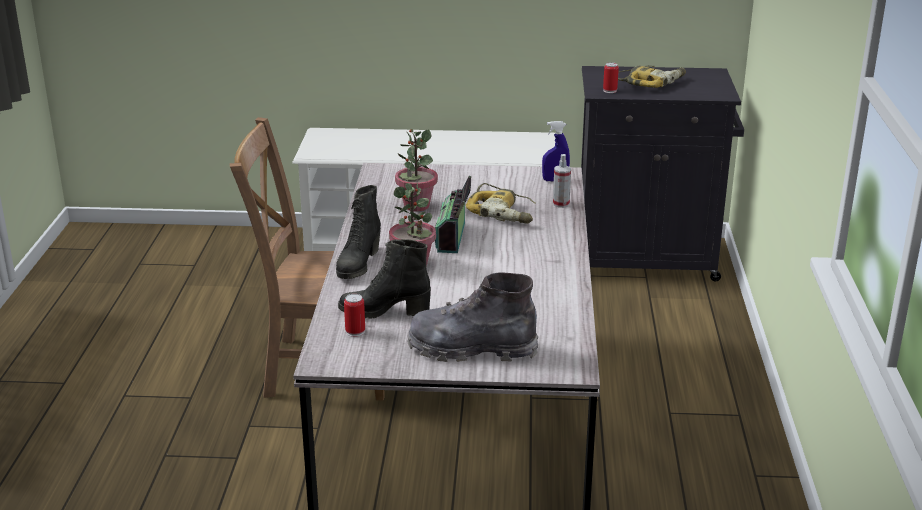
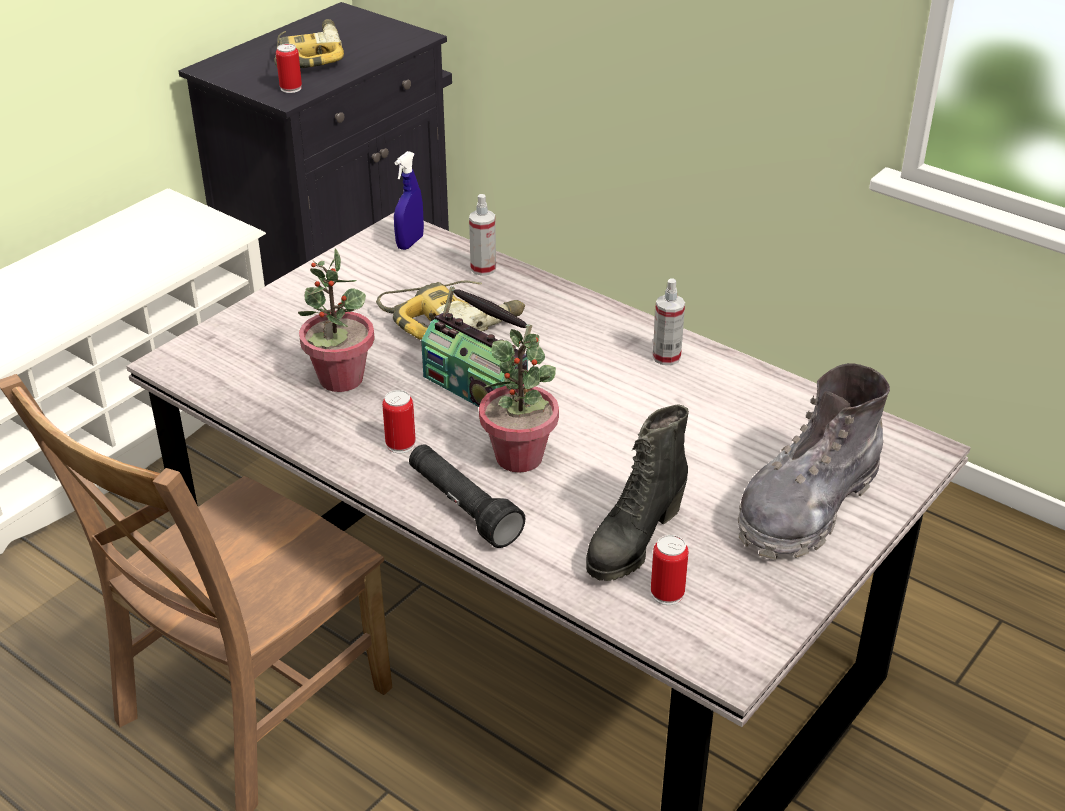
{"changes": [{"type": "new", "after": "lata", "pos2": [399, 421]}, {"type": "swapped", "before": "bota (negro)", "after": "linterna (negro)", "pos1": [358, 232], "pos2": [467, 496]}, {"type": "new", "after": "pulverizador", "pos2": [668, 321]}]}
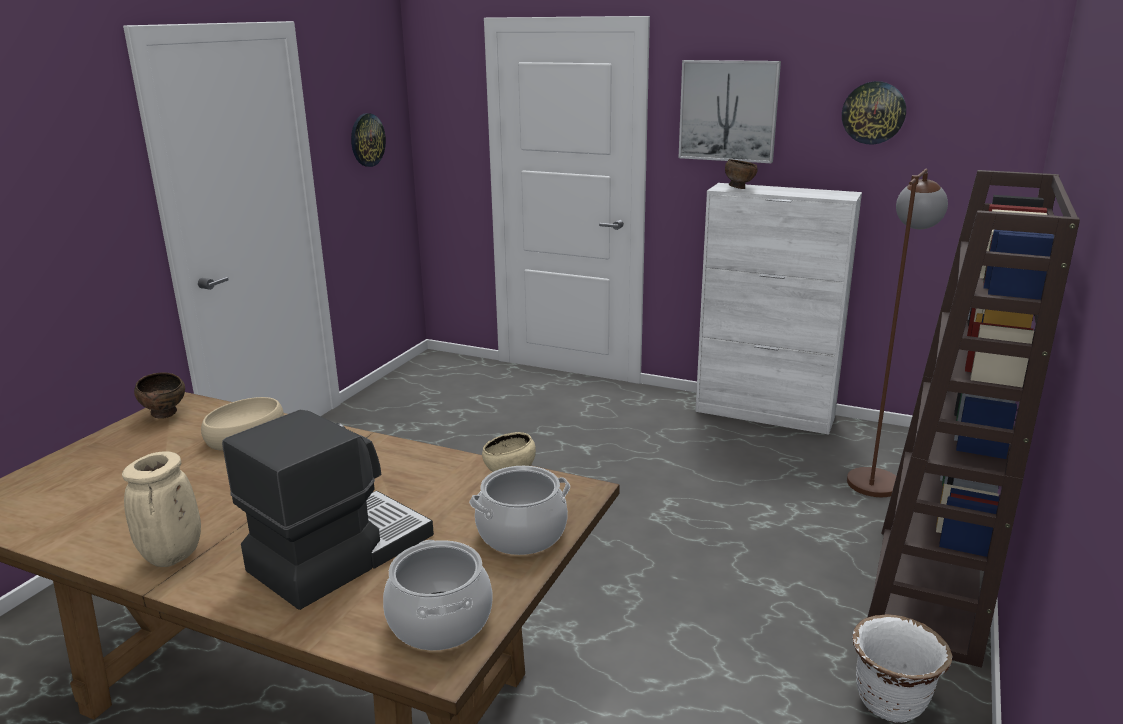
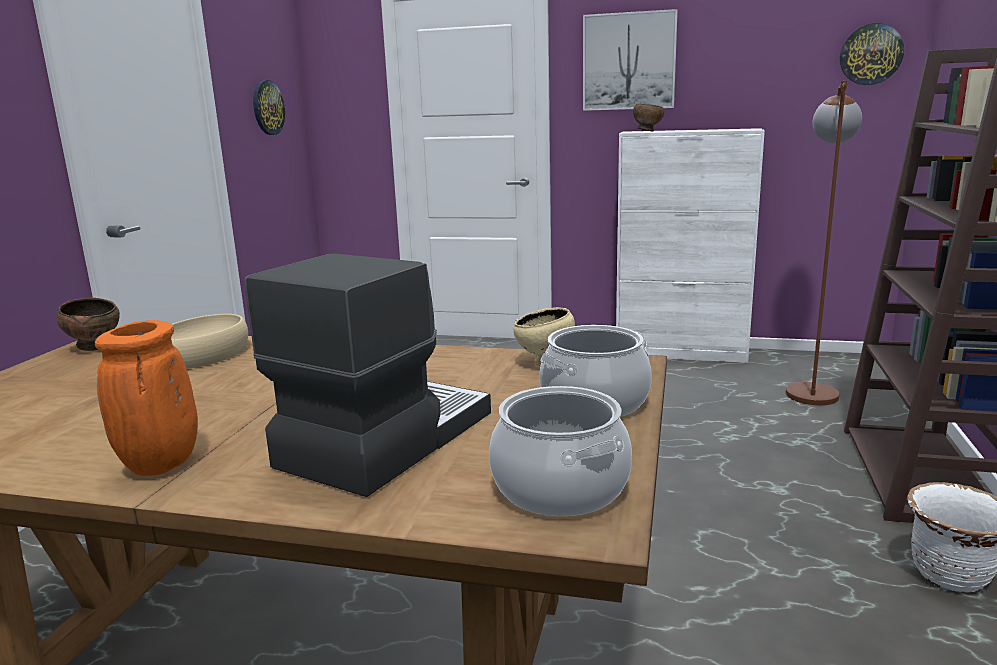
{"changes": [{"type": "repainted", "before": "florero (beis)", "after": "florero (naranja)", "pos1": [161, 509], "pos2": [146, 398]}, {"type": "shifted", "before": "reloj de pared", "pos1": [874, 113], "pos2": [872, 54]}]}
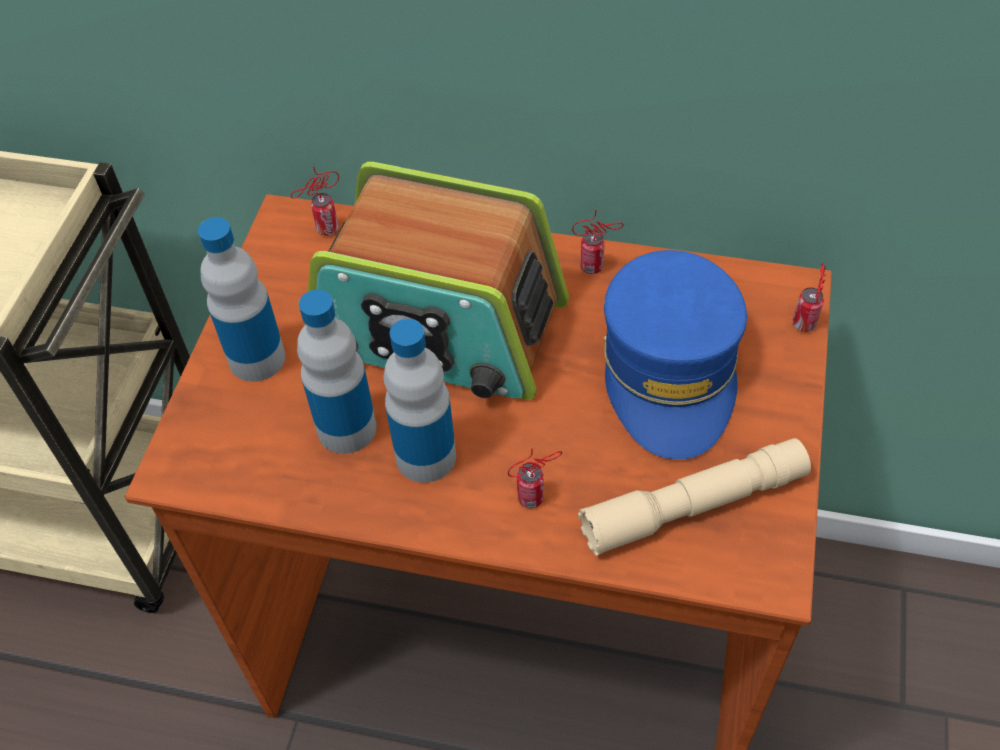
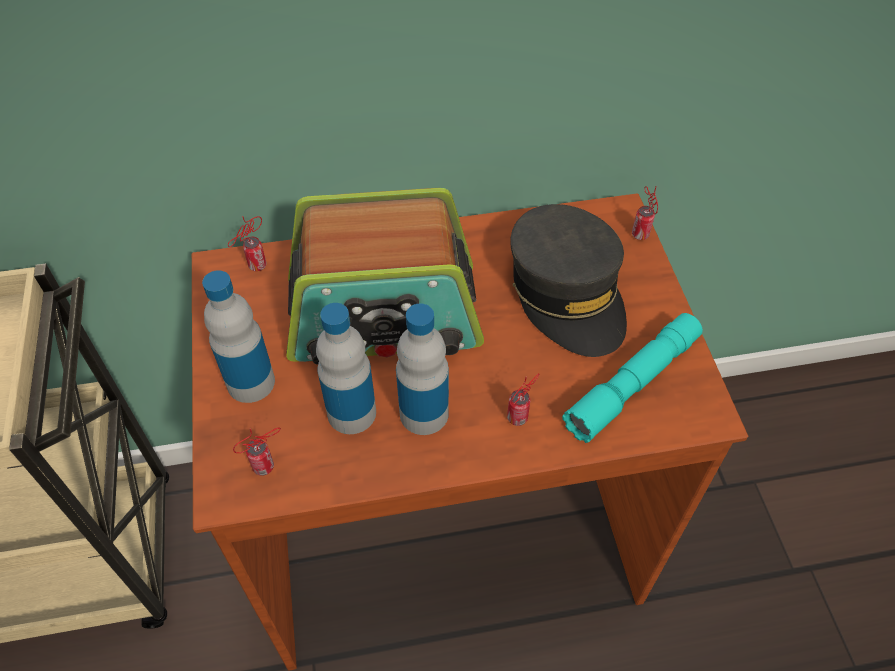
{"changes": [{"type": "shifted", "before": "lata", "pos1": [597, 241], "pos2": [257, 451]}, {"type": "repainted", "before": "gorra (azul)", "after": "gorra (gris)", "pos1": [675, 354], "pos2": [568, 280]}, {"type": "repainted", "before": "linterna (beis)", "after": "linterna (turquesa)", "pos1": [694, 497], "pos2": [632, 378]}]}
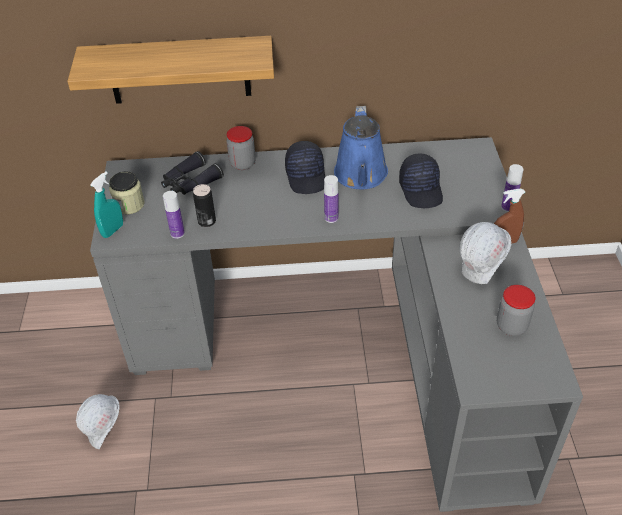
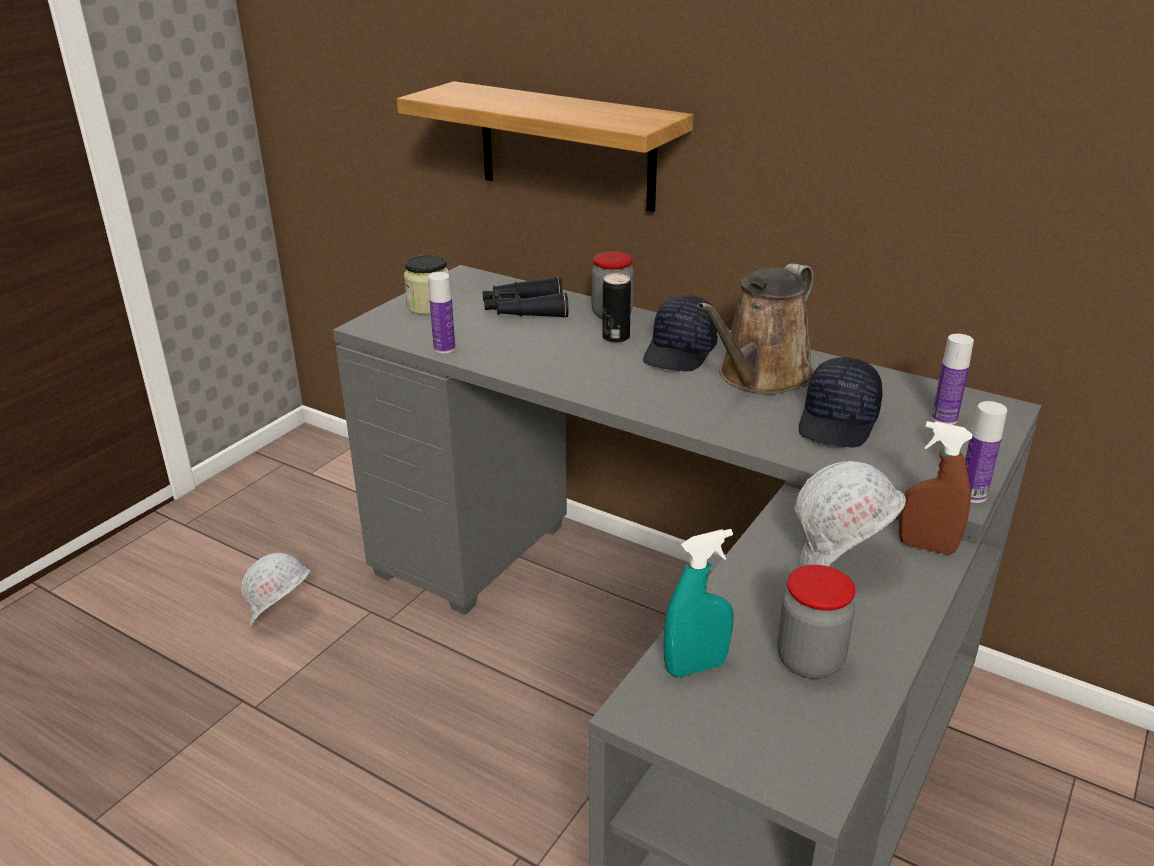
{"changes": [{"type": "shifted", "before": "lata", "pos1": [204, 205], "pos2": [616, 308]}, {"type": "shifted", "before": "pulverizador (turquesa)", "pos1": [106, 204], "pos2": [699, 603]}, {"type": "repainted", "before": "regadera (azul)", "after": "regadera (marrón)", "pos1": [361, 147], "pos2": [755, 329]}, {"type": "shifted", "before": "botella", "pos1": [331, 199], "pos2": [953, 379]}]}
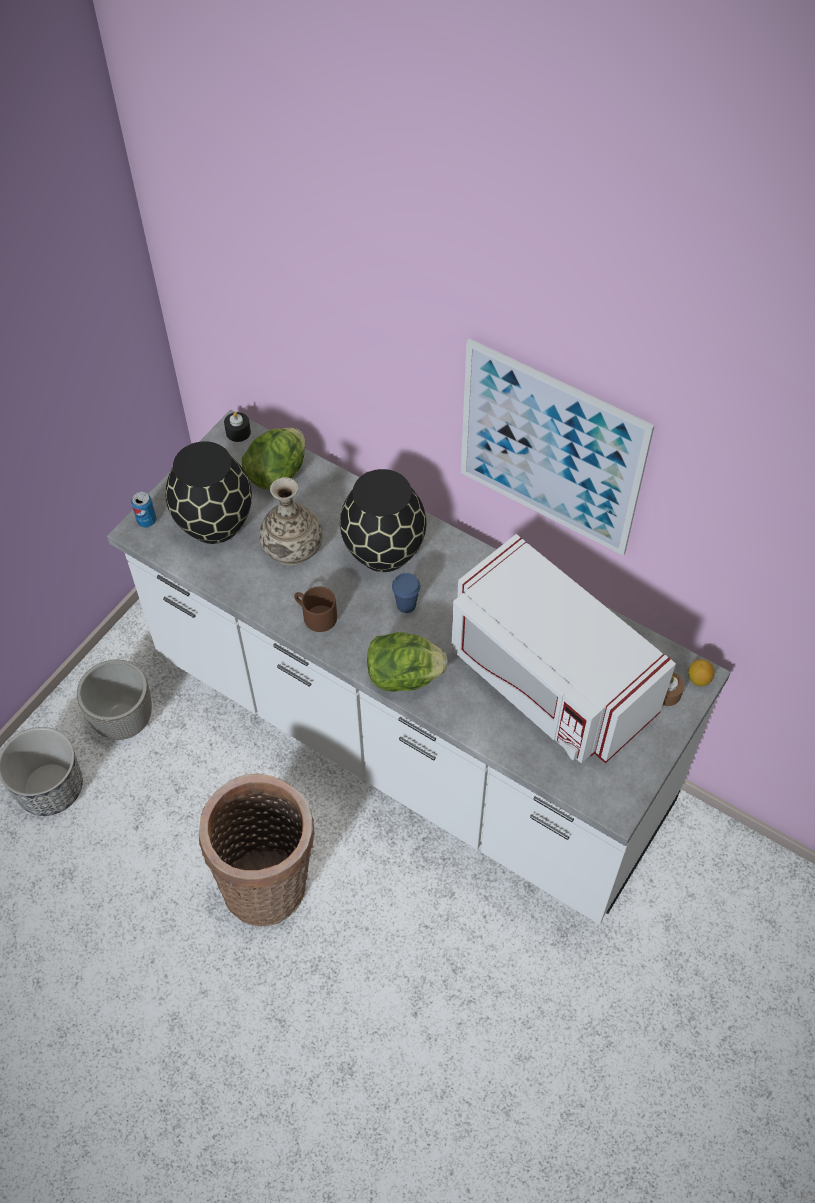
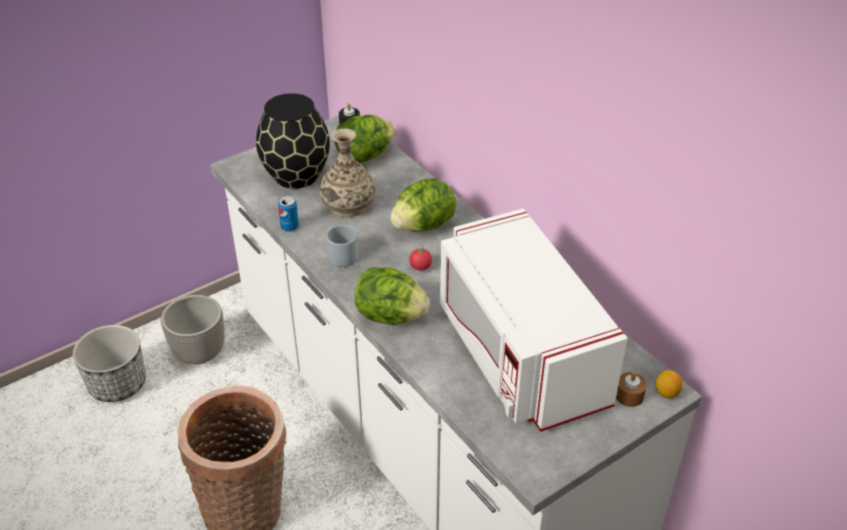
{"changes": [{"type": "shifted", "before": "lata", "pos1": [143, 509], "pos2": [288, 214]}, {"type": "repainted", "before": "taza grande (marrón)", "after": "taza grande (gris)", "pos1": [315, 609], "pos2": [342, 246]}, {"type": "swapped", "before": "florero (negro)", "after": "lechuga", "pos1": [383, 520], "pos2": [423, 205]}, {"type": "swapped", "before": "taza (azul)", "after": "tomate", "pos1": [406, 593], "pos2": [421, 257]}, {"type": "gone", "before": "cuadro", "pos1": [558, 447]}]}
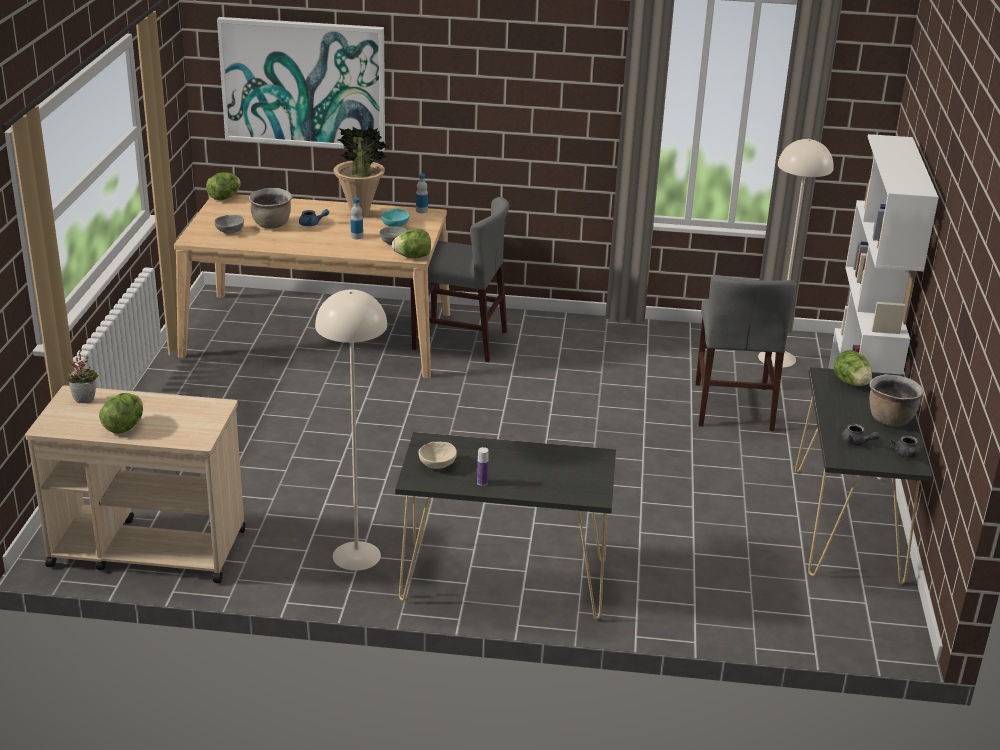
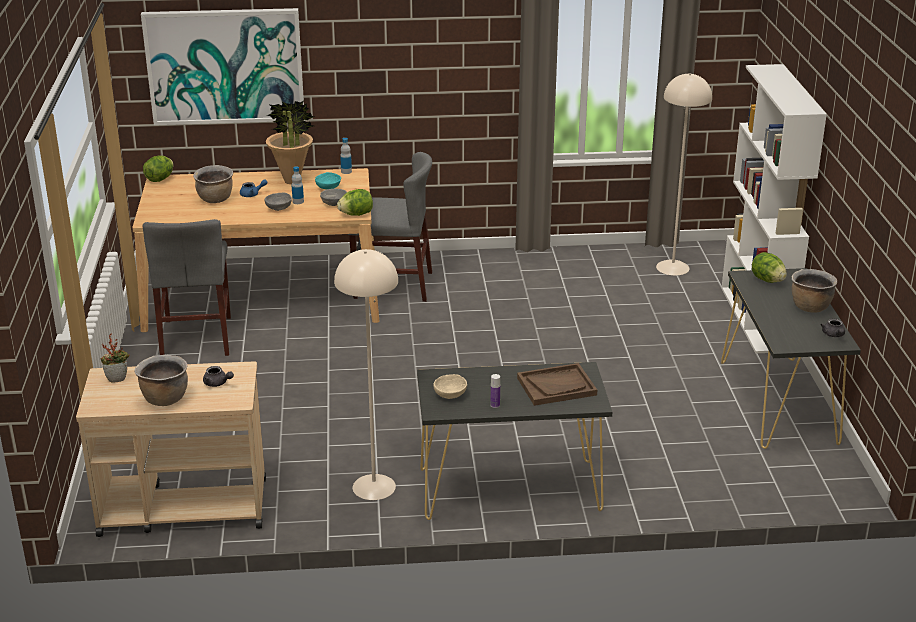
{"changes": [{"type": "swapped", "before": "lechuga", "after": "olla (marrón)", "pos1": [121, 413], "pos2": [161, 380]}, {"type": "shifted", "before": "silla (gris)", "pos1": [746, 353], "pos2": [187, 287]}, {"type": "shifted", "before": "tetera (gris)", "pos1": [860, 435], "pos2": [218, 376]}, {"type": "shifted", "before": "cuenco (gris)", "pos1": [229, 224], "pos2": [278, 202]}, {"type": "new", "after": "bandeja (marrón)", "pos2": [557, 384]}]}
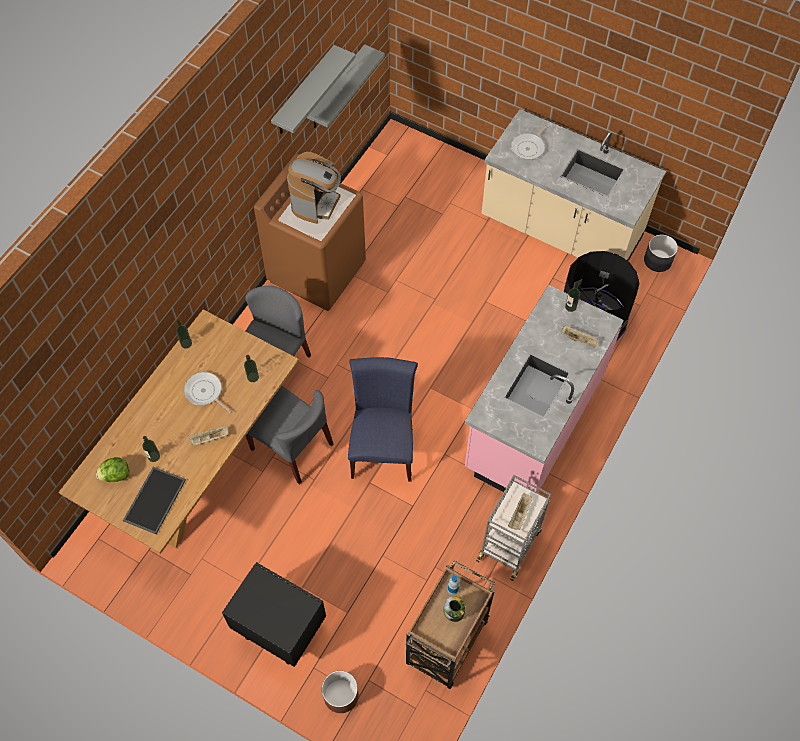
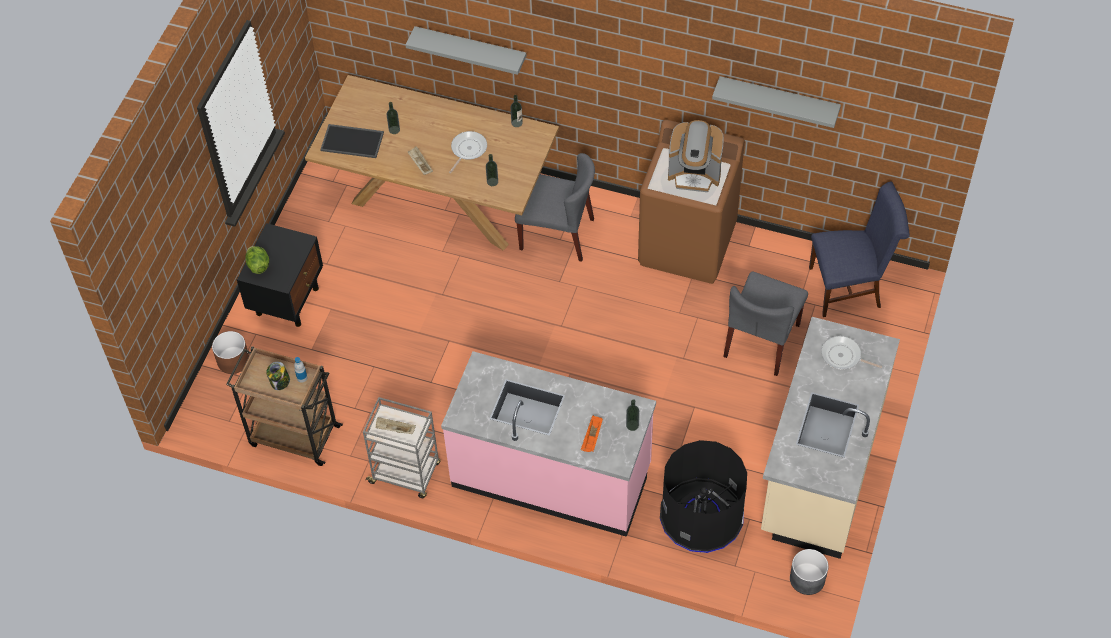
{"changes": [{"type": "shifted", "before": "lechuga", "pos1": [112, 469], "pos2": [257, 260]}, {"type": "shifted", "before": "estante (gris)", "pos1": [346, 86], "pos2": [465, 50]}, {"type": "repainted", "before": "bandeja (beis)", "after": "bandeja (naranja)", "pos1": [579, 336], "pos2": [592, 433]}, {"type": "shifted", "before": "silla (gris)", "pos1": [289, 435], "pos2": [765, 324]}, {"type": "shifted", "before": "silla (azul)", "pos1": [383, 419], "pos2": [859, 249]}]}
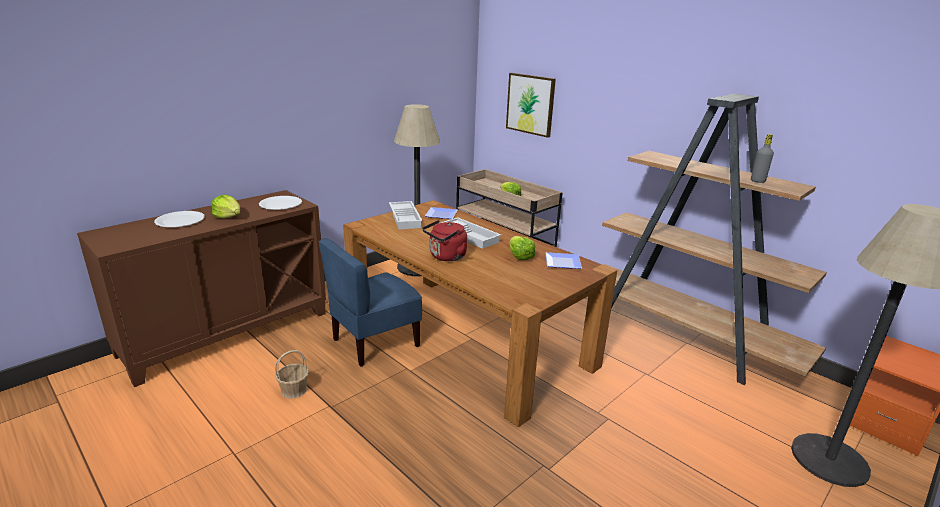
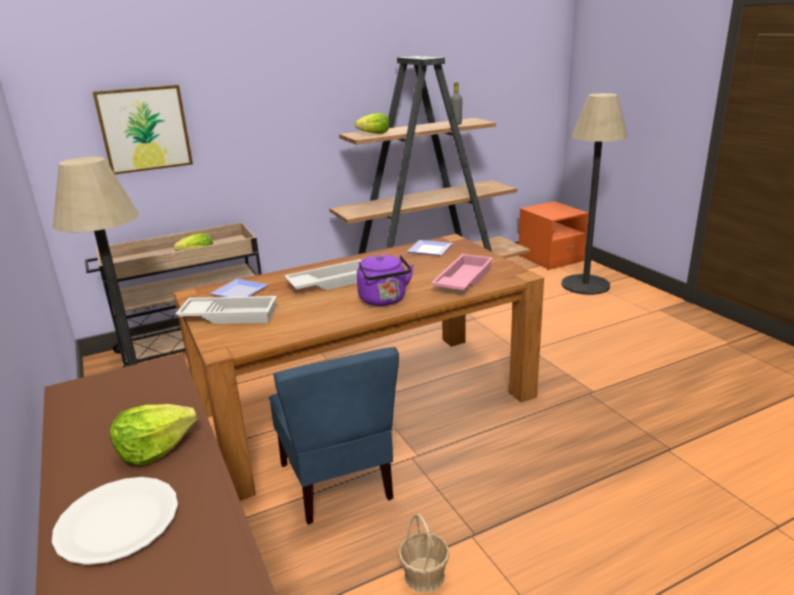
{"changes": [{"type": "shifted", "before": "lechuga", "pos1": [523, 248], "pos2": [372, 123]}, {"type": "repainted", "before": "hervidor (rojo)", "after": "hervidor (morado)", "pos1": [445, 240], "pos2": [385, 280]}, {"type": "new", "after": "bandeja (rosa)", "pos2": [462, 272]}, {"type": "gone", "before": "plato (blanco)", "pos1": [280, 203]}]}
